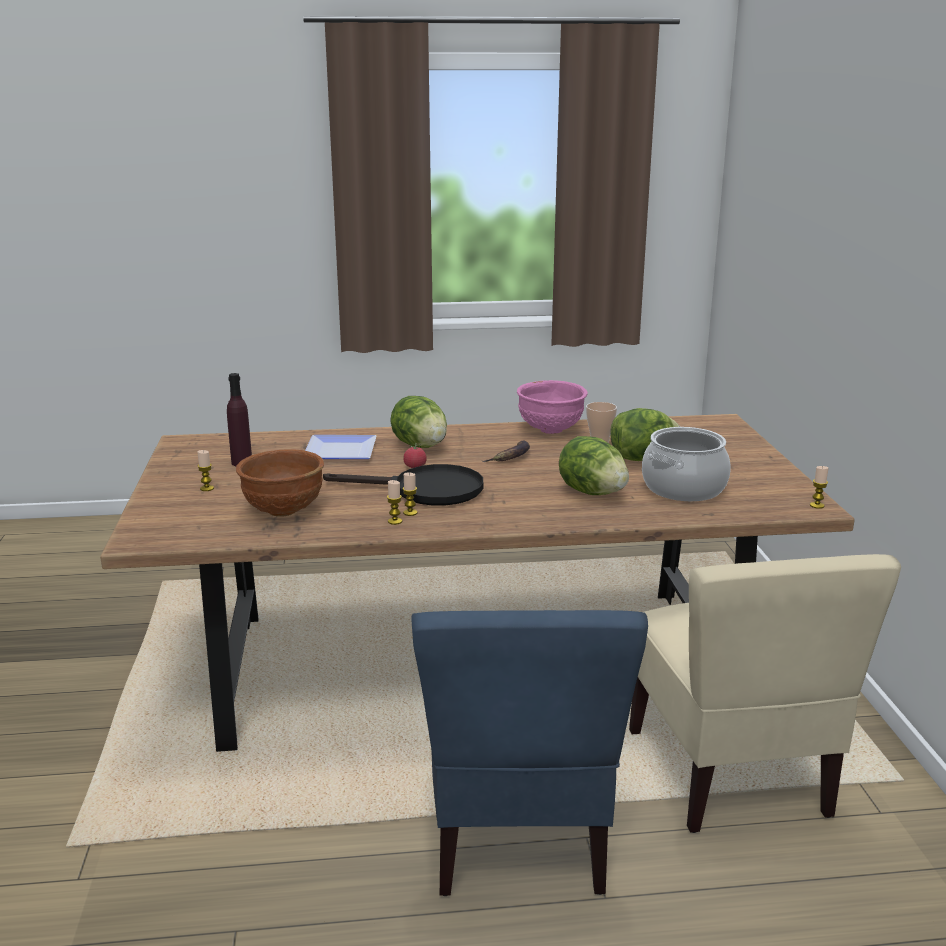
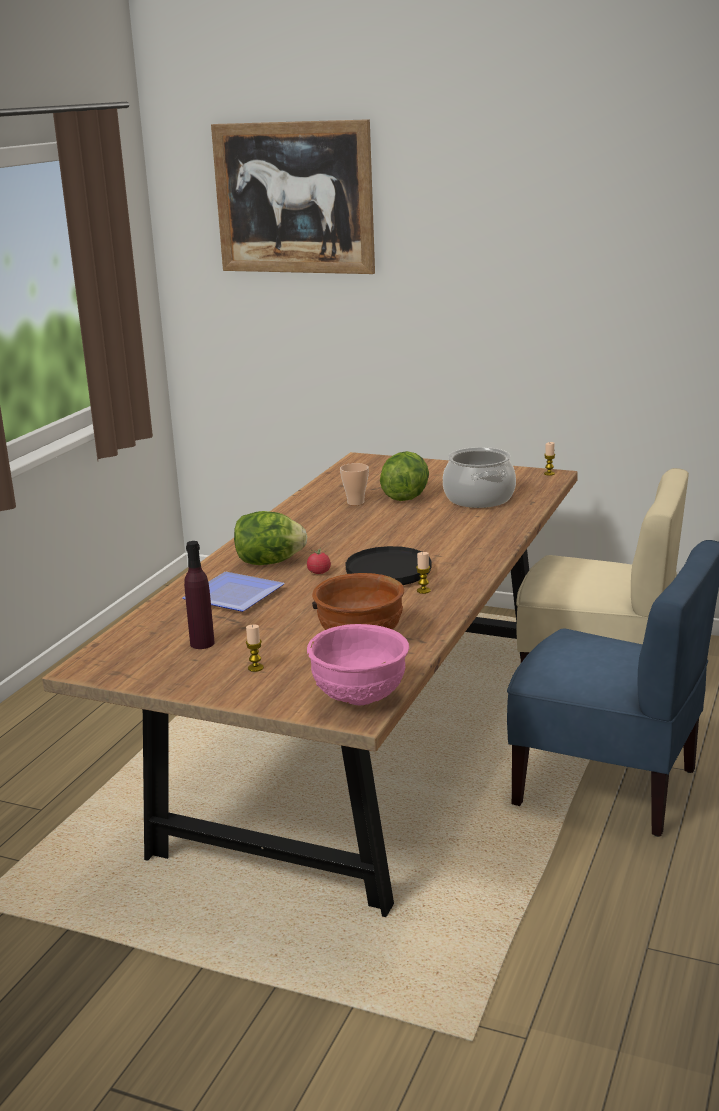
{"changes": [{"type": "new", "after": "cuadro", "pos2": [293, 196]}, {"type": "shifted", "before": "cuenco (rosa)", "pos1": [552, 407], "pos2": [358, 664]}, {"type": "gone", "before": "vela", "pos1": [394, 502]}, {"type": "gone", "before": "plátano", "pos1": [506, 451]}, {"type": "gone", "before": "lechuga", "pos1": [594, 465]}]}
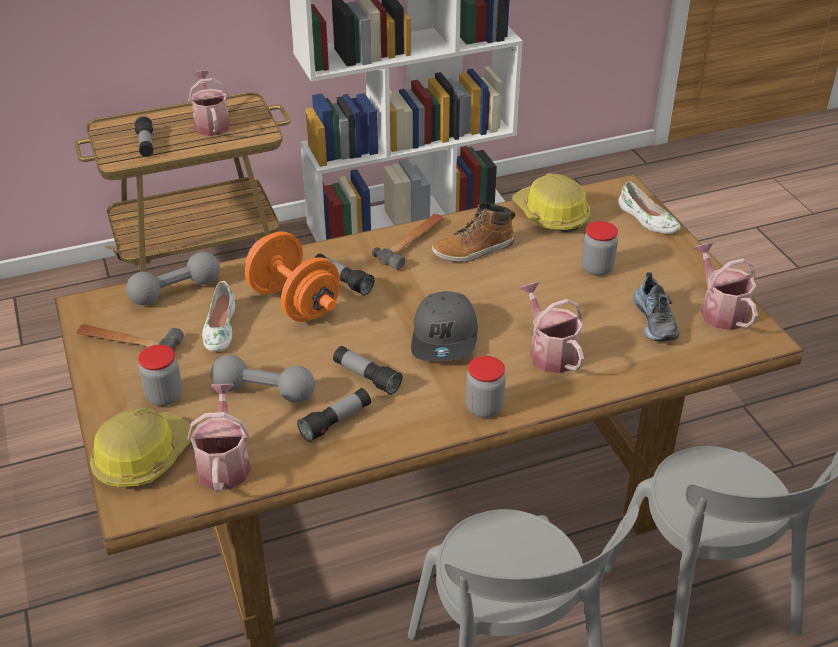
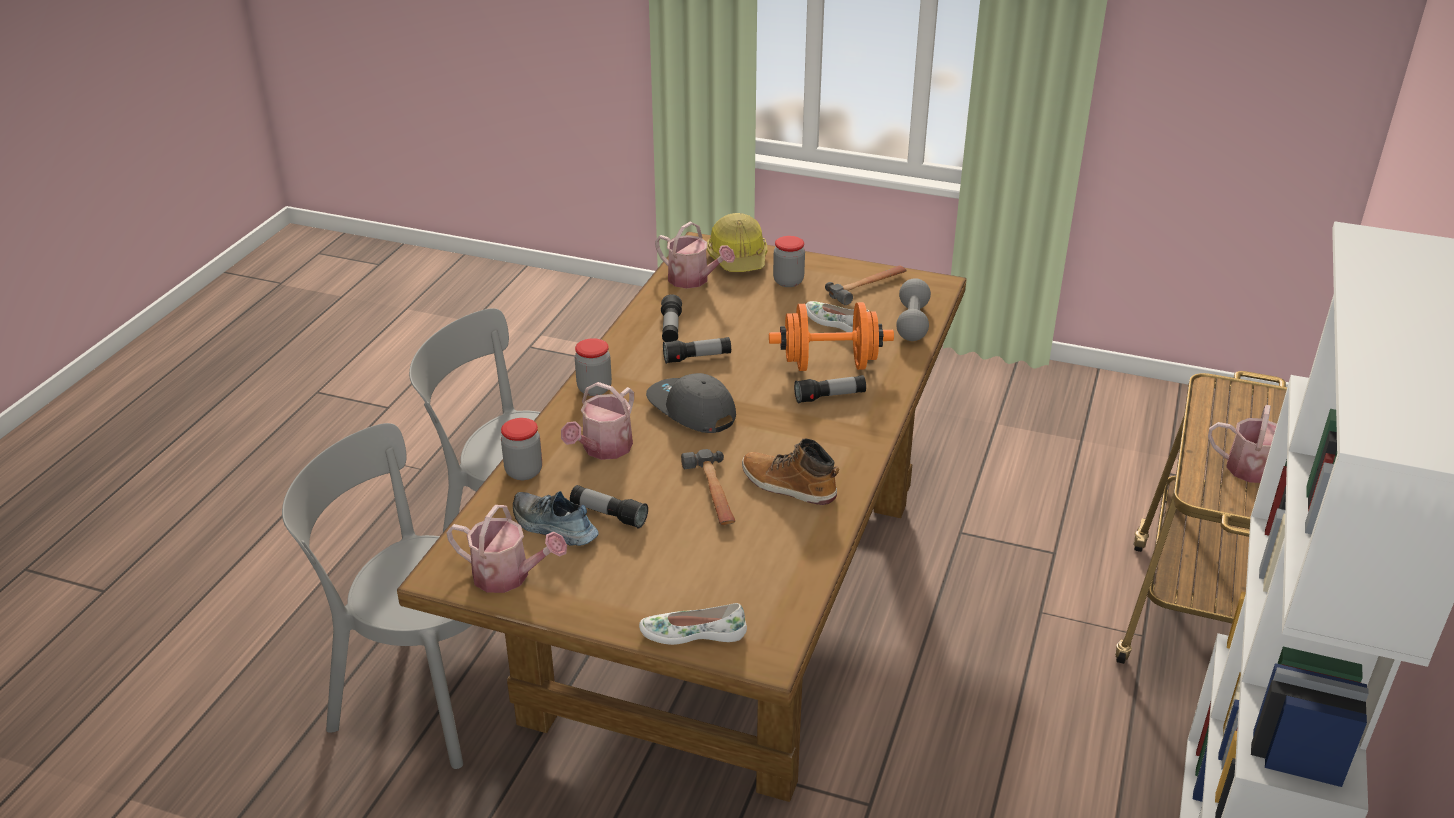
{"changes": [{"type": "shifted", "before": "tarro", "pos1": [600, 248], "pos2": [521, 449]}, {"type": "rotated", "before": "regadera", "pos1": [552, 327], "pos2": [597, 421], "turn": 105}, {"type": "shifted", "before": "linterna", "pos1": [143, 136], "pos2": [609, 507]}, {"type": "shifted", "before": "martillo", "pos1": [408, 242], "pos2": [708, 487]}, {"type": "rotated", "before": "bota", "pos1": [473, 232], "pos2": [790, 471], "turn": -75}, {"type": "gone", "before": "mancuerna (gris)", "pos1": [263, 379]}, {"type": "gone", "before": "casco", "pos1": [551, 202]}]}
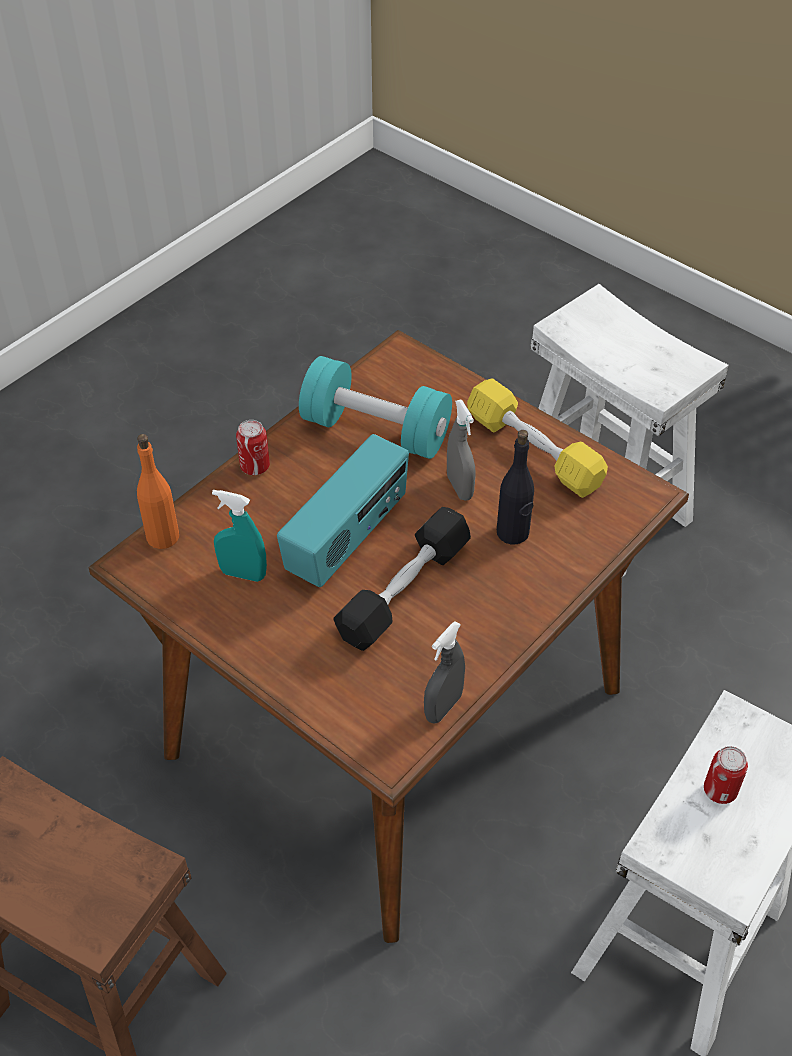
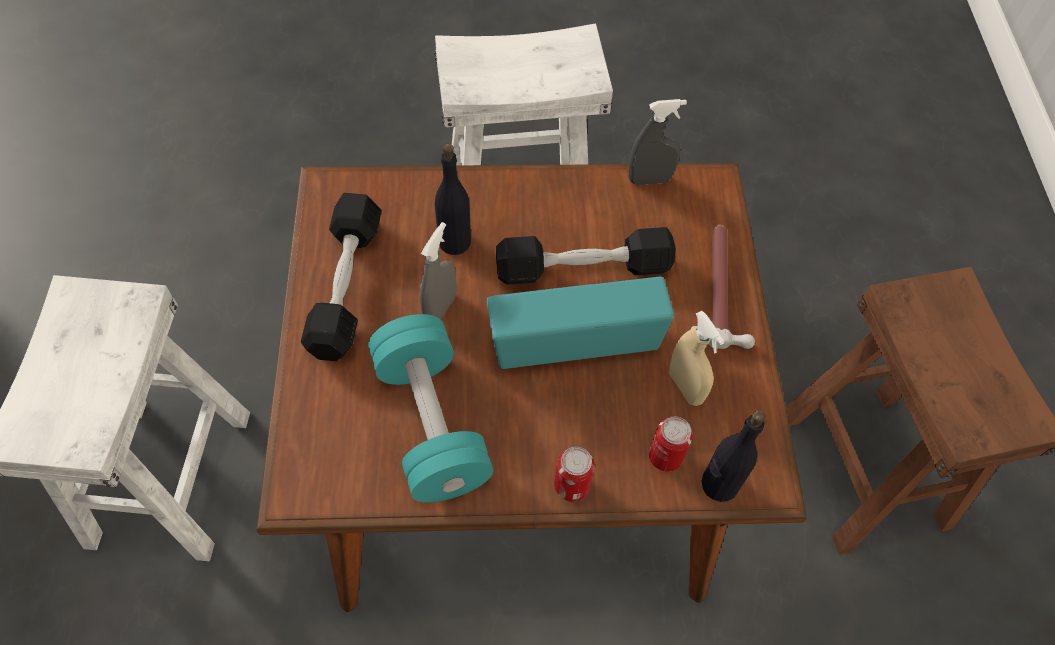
{"changes": [{"type": "repainted", "before": "mancuerna (amarillo)", "after": "mancuerna (negro)", "pos1": [537, 438], "pos2": [341, 277]}, {"type": "shifted", "before": "lata", "pos1": [726, 775], "pos2": [671, 444]}, {"type": "repainted", "before": "pulverizador (turquesa)", "after": "pulverizador (beis)", "pos1": [239, 536], "pos2": [697, 358]}, {"type": "new", "after": "martillo", "pos2": [723, 287]}, {"type": "repainted", "before": "botella (naranja)", "after": "botella (negro)", "pos1": [158, 491], "pos2": [733, 456]}]}
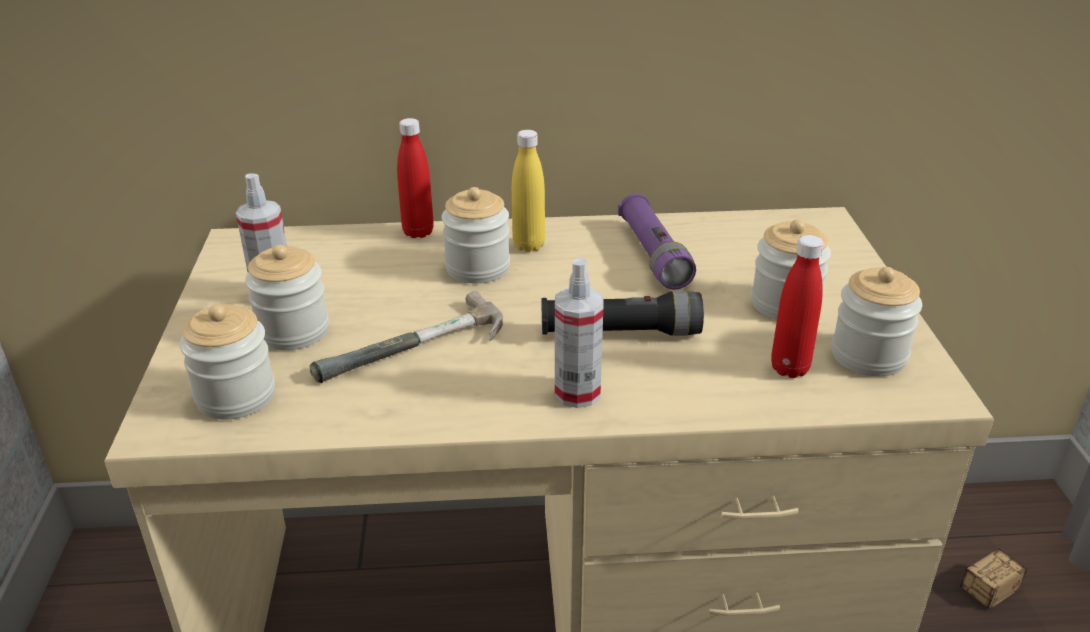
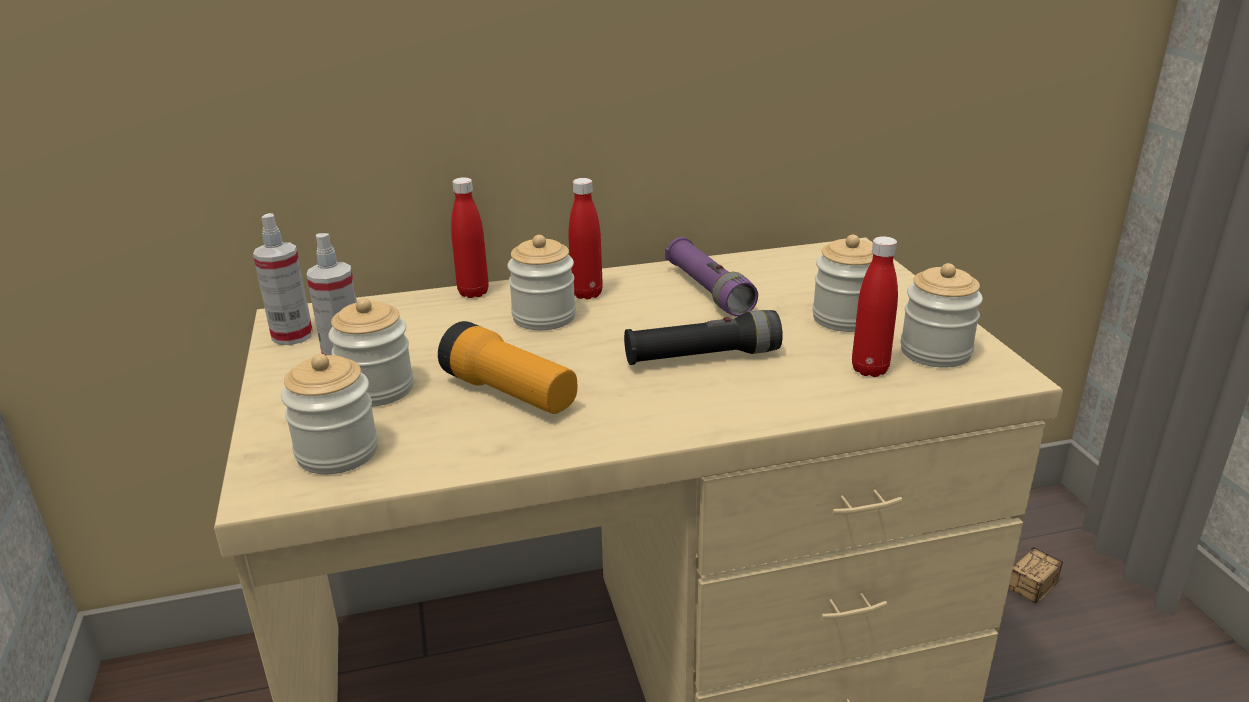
{"changes": [{"type": "shifted", "before": "pulverizador", "pos1": [579, 333], "pos2": [283, 279]}, {"type": "swapped", "before": "martillo", "after": "linterna", "pos1": [406, 337], "pos2": [507, 367]}, {"type": "repainted", "before": "botella (amarillo)", "after": "botella (rojo)", "pos1": [528, 191], "pos2": [585, 238]}]}
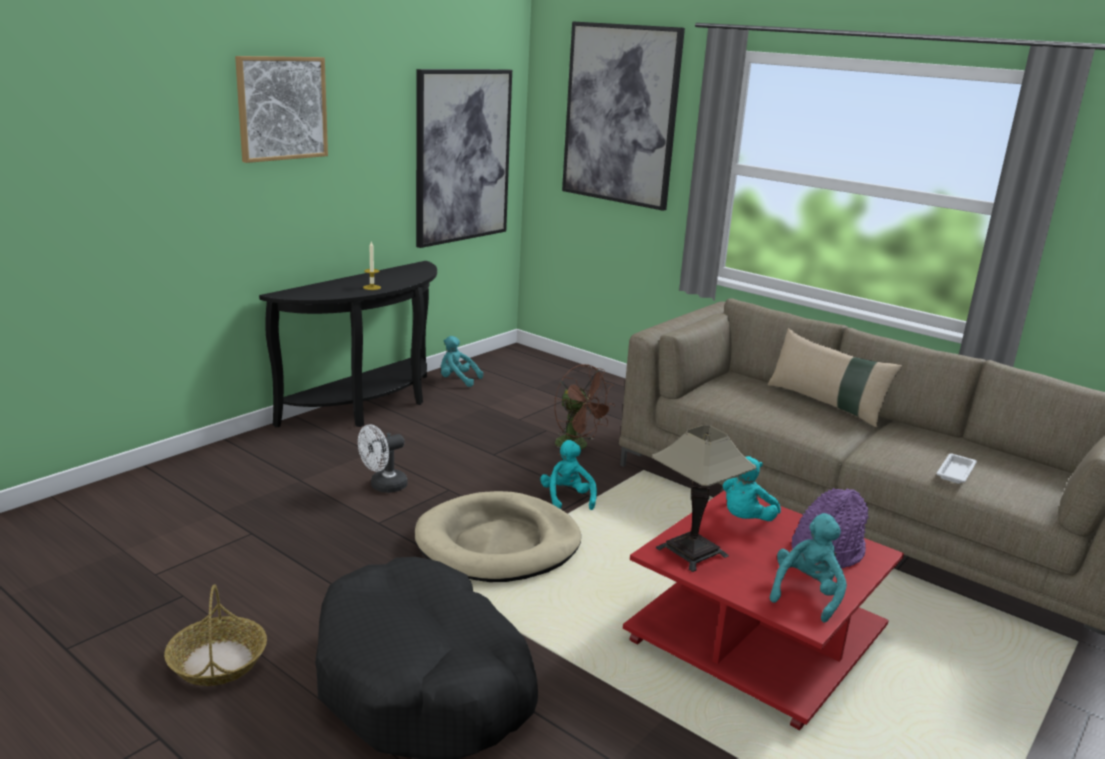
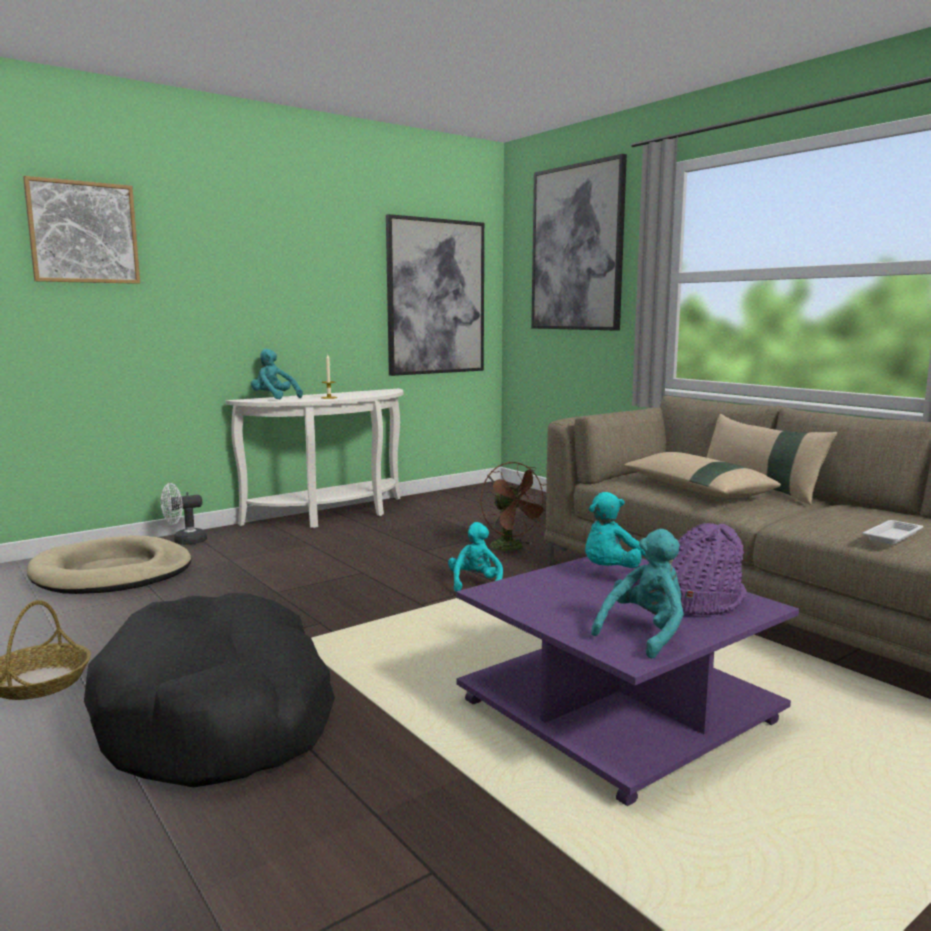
{"changes": [{"type": "shifted", "before": "cuadro", "pos1": [281, 109], "pos2": [81, 230]}, {"type": "shifted", "before": "cama para perro (beis)", "pos1": [498, 536], "pos2": [109, 565]}, {"type": "shifted", "before": "ventilador (blanco)", "pos1": [383, 459], "pos2": [184, 514]}, {"type": "repainted", "before": "mesa consola (negro)", "after": "mesa consola (blanco)", "pos1": [348, 344], "pos2": [314, 458]}, {"type": "shifted", "before": "peluche (turquesa)", "pos1": [462, 361], "pos2": [277, 374]}, {"type": "repainted", "before": "mesa de centro (rojo)", "after": "mesa de centro (morado)", "pos1": [763, 610], "pos2": [627, 681]}, {"type": "new", "after": "cojín (beis)", "pos2": [702, 475]}, {"type": "gone", "before": "lámpara de mesa", "pos1": [704, 498]}]}
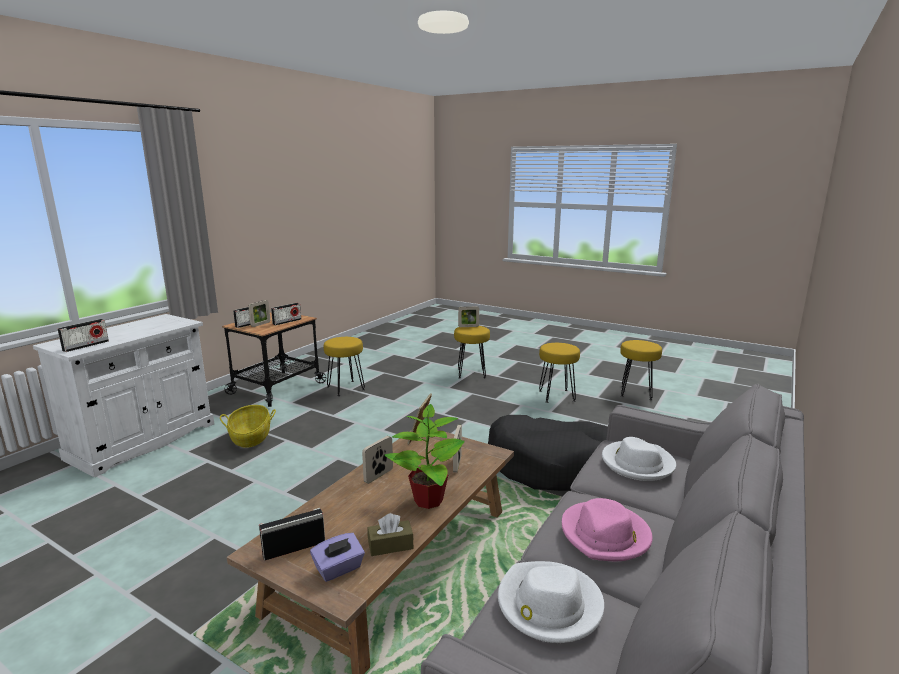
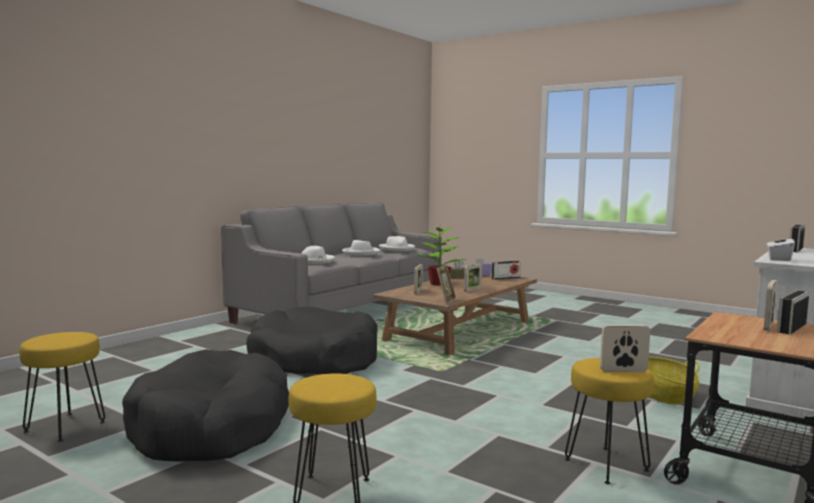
{"changes": [{"type": "swapped", "before": "taburete (amarillo)", "after": "cama para perro (negro)", "pos1": [559, 373], "pos2": [205, 405]}, {"type": "repainted", "before": "sombrero (rosa)", "after": "sombrero (blanco)", "pos1": [607, 529], "pos2": [361, 248]}, {"type": "shifted", "before": "portarretratos", "pos1": [468, 316], "pos2": [625, 348]}, {"type": "new", "after": "caja de pañuelos (blanco)", "pos2": [781, 246]}, {"type": "gone", "before": "radio", "pos1": [286, 314]}]}
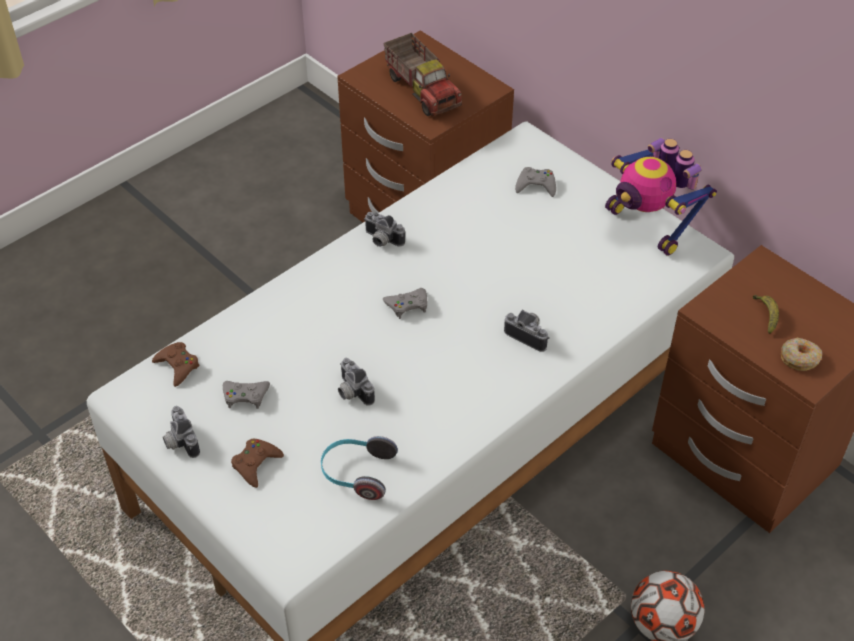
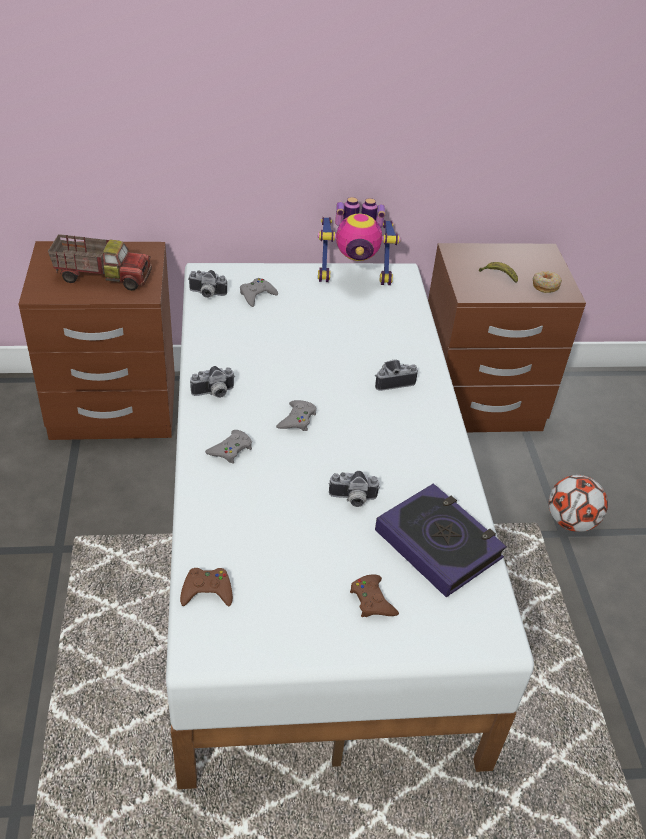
{"changes": [{"type": "shifted", "before": "cámara", "pos1": [181, 432], "pos2": [207, 284]}, {"type": "shifted", "before": "mando de consola (gris)", "pos1": [246, 395], "pos2": [228, 447]}, {"type": "swapped", "before": "auriculares", "after": "libro", "pos1": [359, 468], "pos2": [441, 540]}]}
